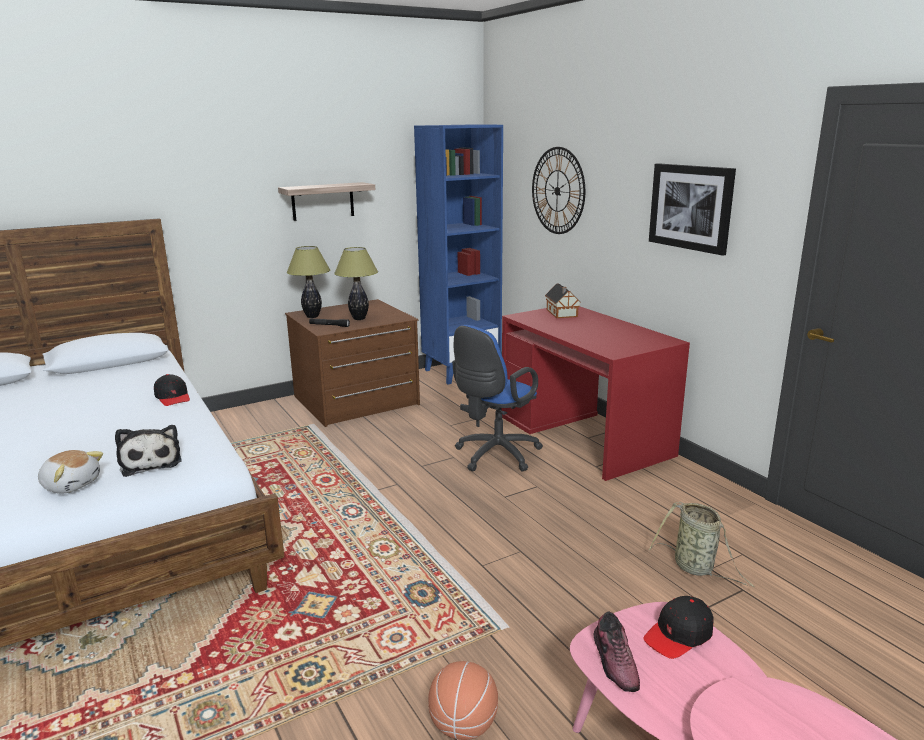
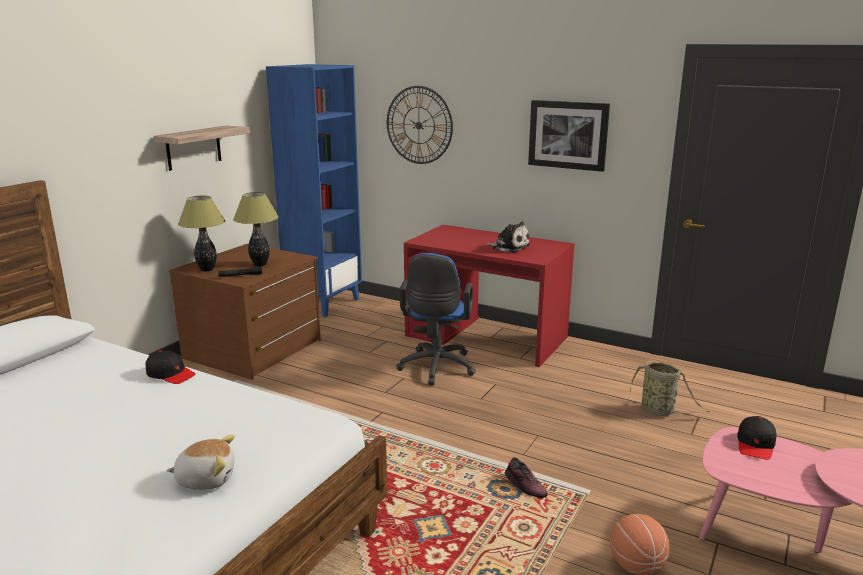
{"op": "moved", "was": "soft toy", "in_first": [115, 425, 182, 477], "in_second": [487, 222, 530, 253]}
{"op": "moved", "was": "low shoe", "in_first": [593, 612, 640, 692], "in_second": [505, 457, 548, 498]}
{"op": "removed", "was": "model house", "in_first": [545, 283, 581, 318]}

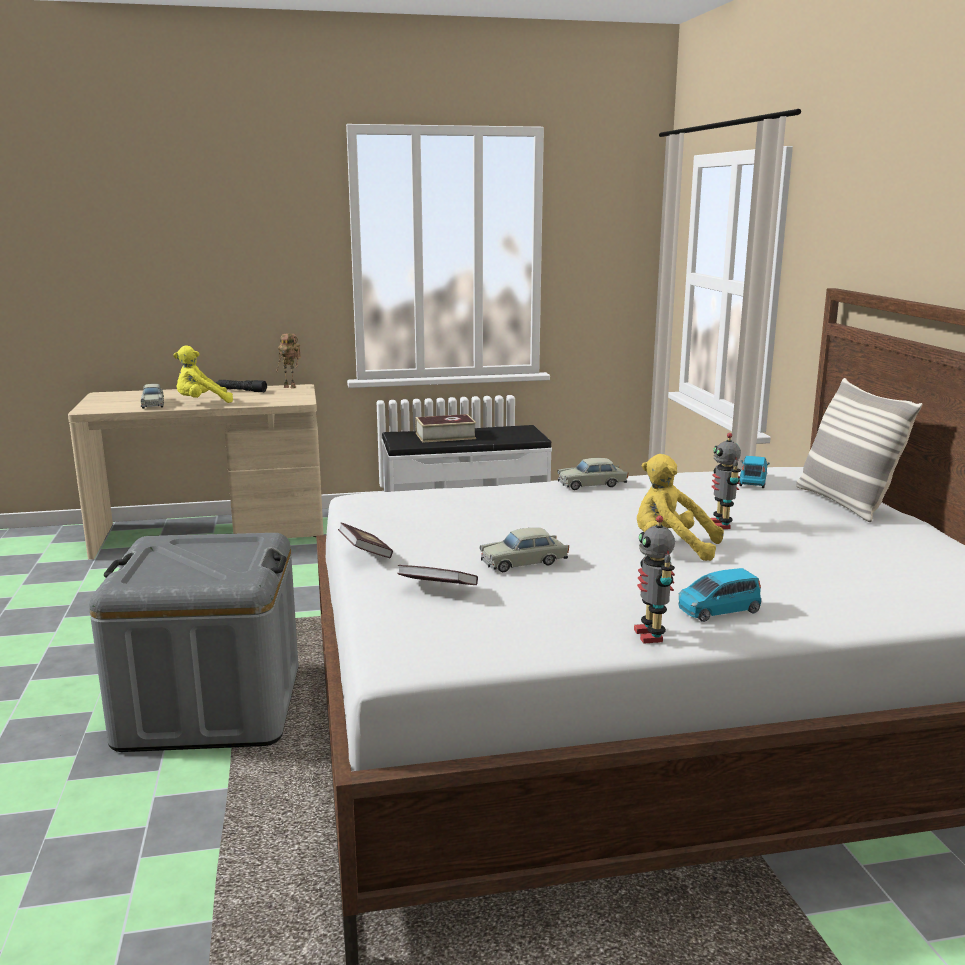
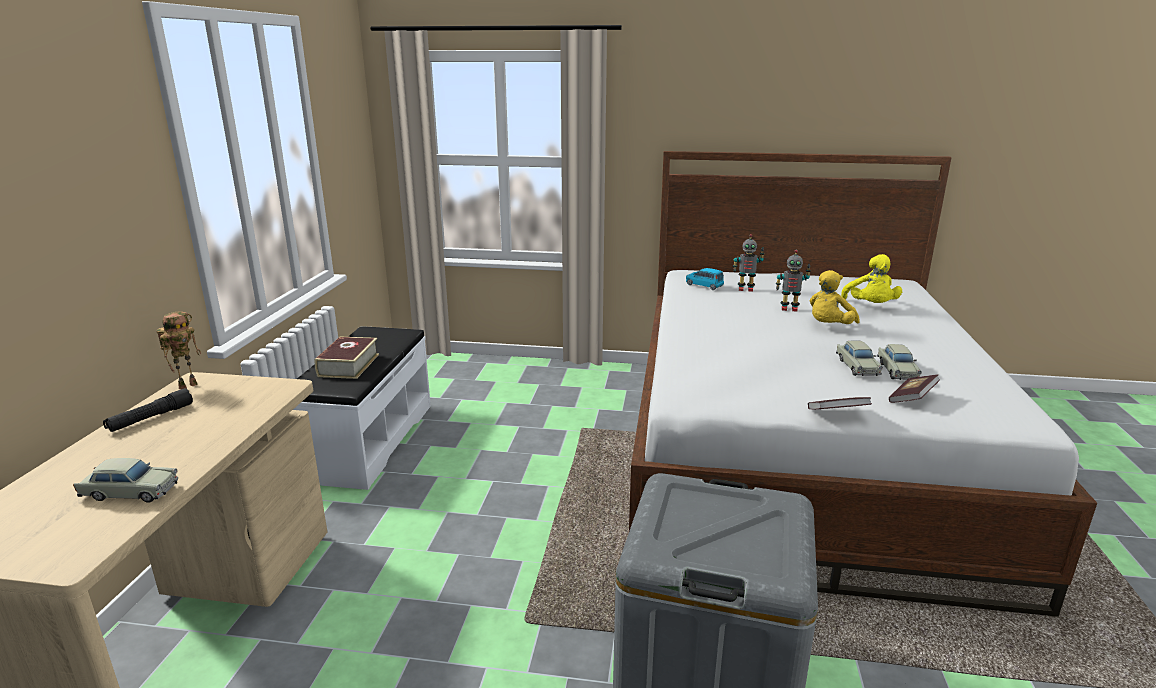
{"op": "moved", "was": "model robot", "in_first": [634, 515, 675, 644], "in_second": [733, 234, 765, 292]}
{"op": "moved", "was": "yellow soft toy", "in_first": [173, 345, 233, 403], "in_second": [841, 254, 902, 303]}
{"op": "moved", "was": "beige-coloured miniature car", "in_first": [557, 458, 628, 490], "in_second": [877, 344, 922, 380]}
{"op": "removed", "was": "bluish miniature car", "in_first": [679, 568, 762, 622]}
{"op": "removed", "was": "pillow", "in_first": [796, 378, 922, 522]}

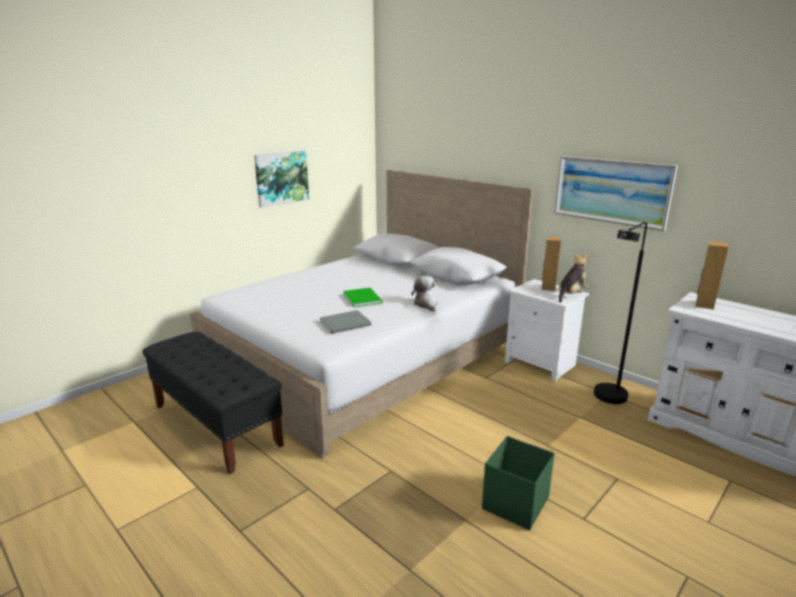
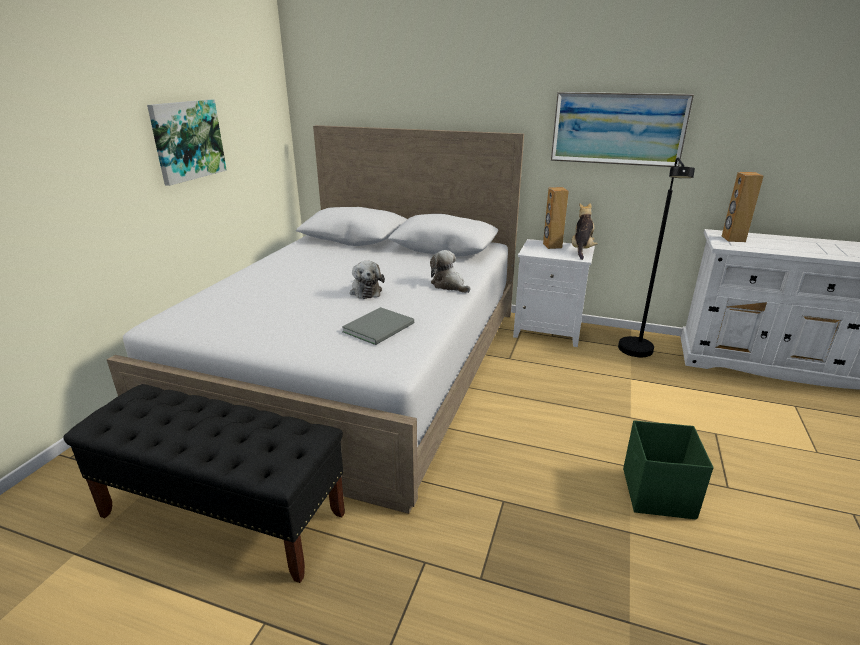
{"op": "replaced", "was": "green book", "now": "soft toy", "in_first": [343, 288, 383, 307], "in_second": [350, 261, 385, 299]}

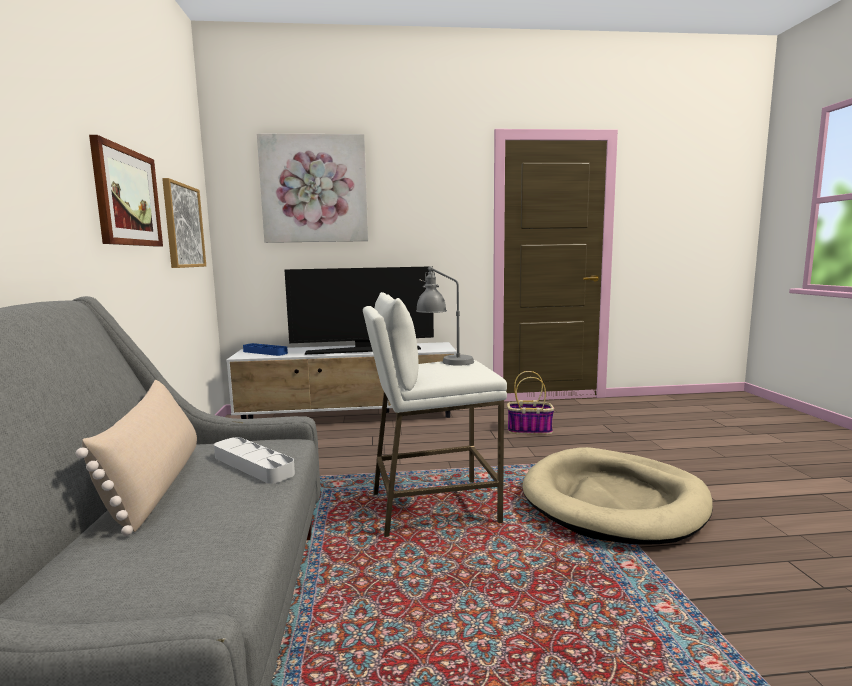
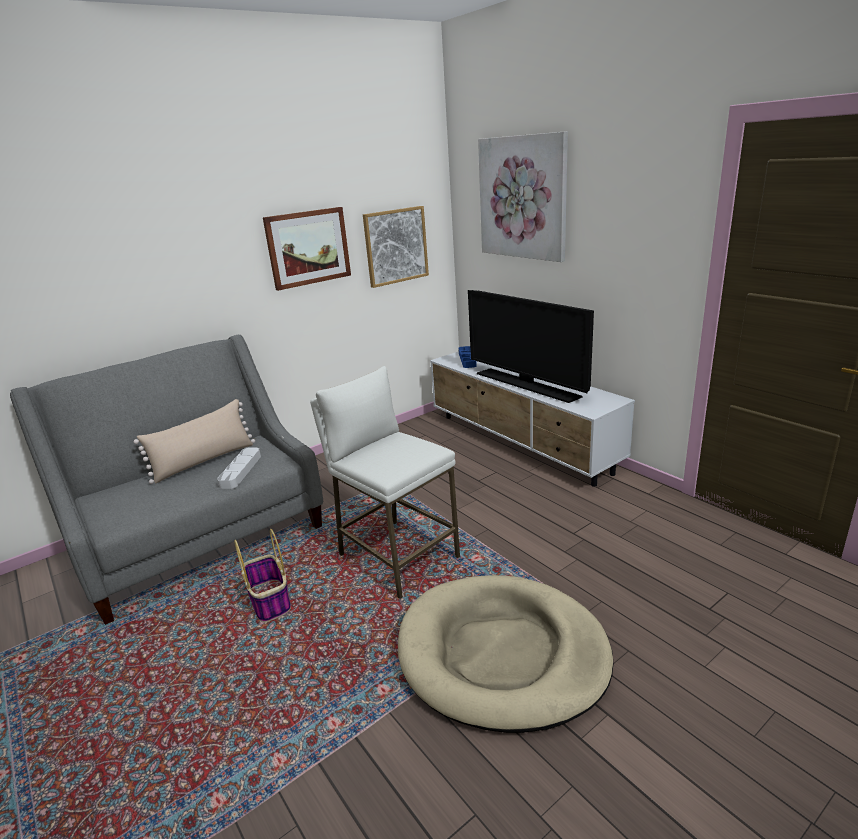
{"op": "moved", "was": "household basket", "in_first": [507, 371, 554, 435], "in_second": [234, 529, 291, 622]}
{"op": "removed", "was": "greyish table lamp", "in_first": [416, 266, 474, 365]}

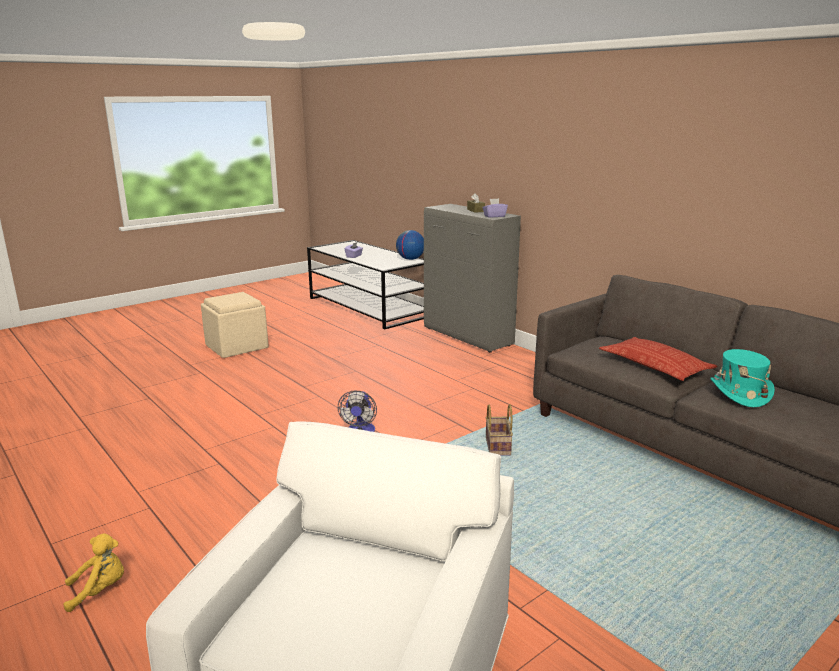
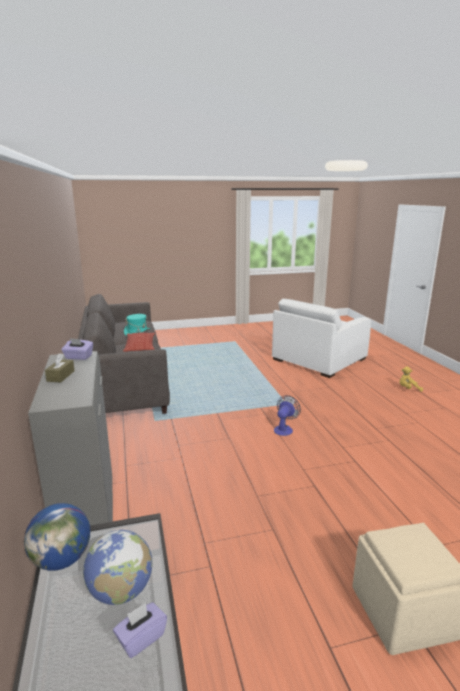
{"op": "added", "now": "globe", "in_second": [83, 530, 153, 605]}
{"op": "removed", "was": "household basket", "in_first": [486, 404, 513, 456]}

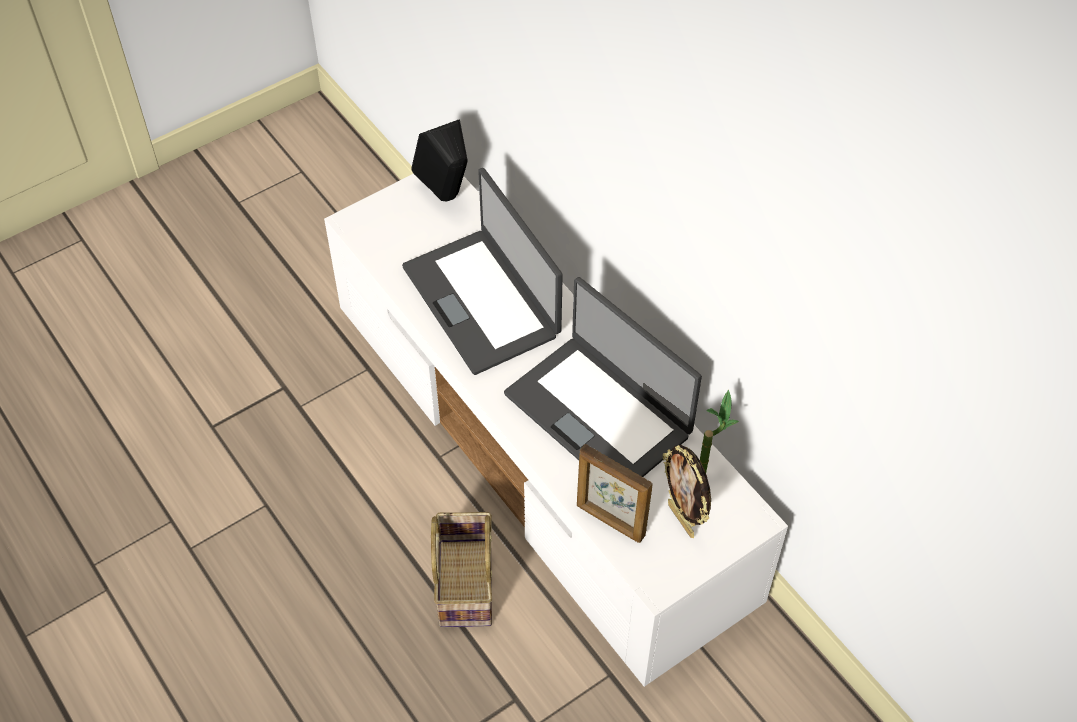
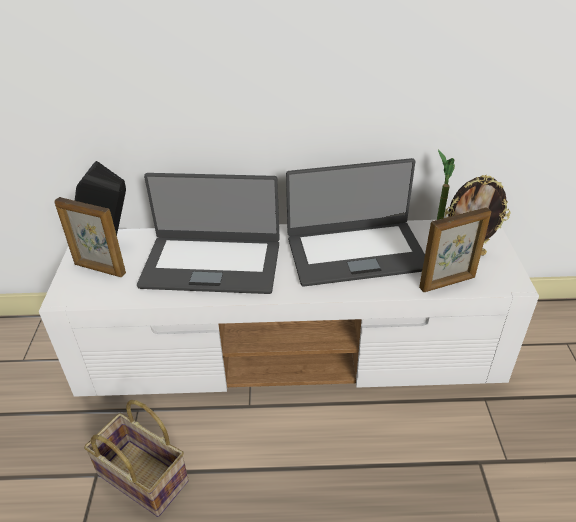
{"op": "added", "now": "standing frame", "in_second": [54, 197, 126, 277]}
{"op": "moved", "was": "household basket", "in_first": [431, 512, 492, 627], "in_second": [84, 400, 189, 517]}

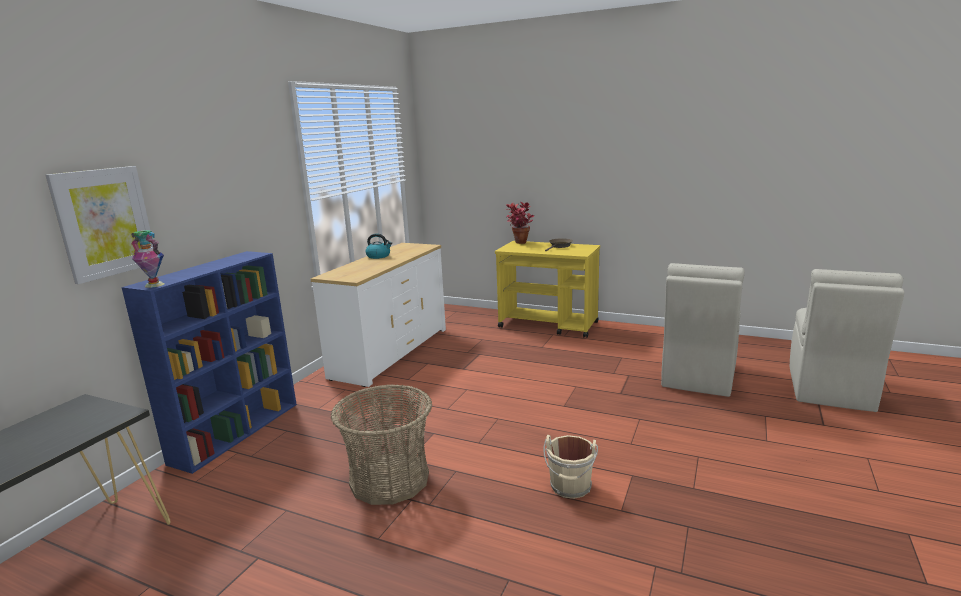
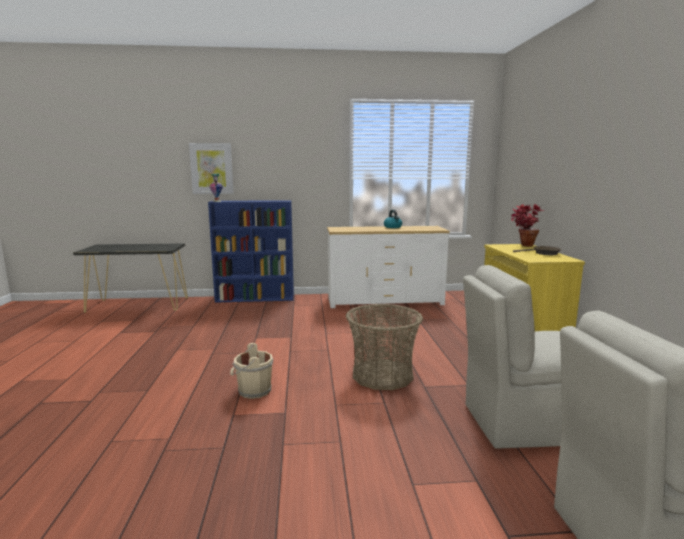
{"op": "moved", "was": "household basket", "in_first": [331, 384, 432, 505], "in_second": [346, 304, 423, 390]}

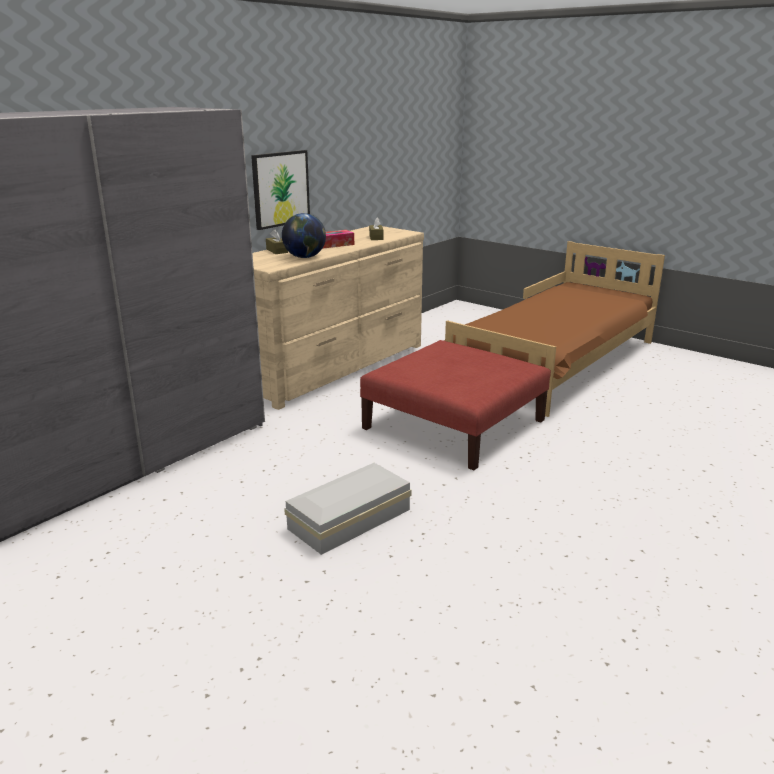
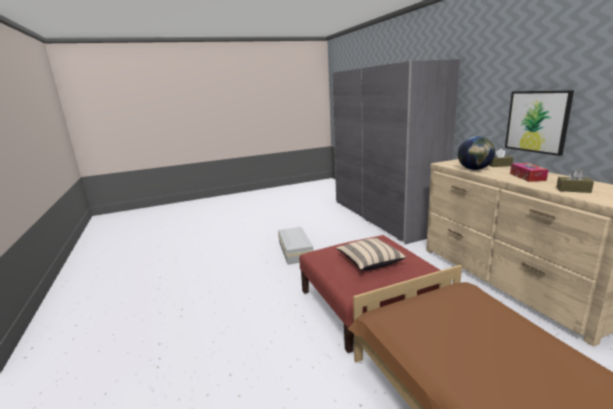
{"op": "added", "now": "beige-coloured pillow", "in_second": [336, 238, 406, 271]}

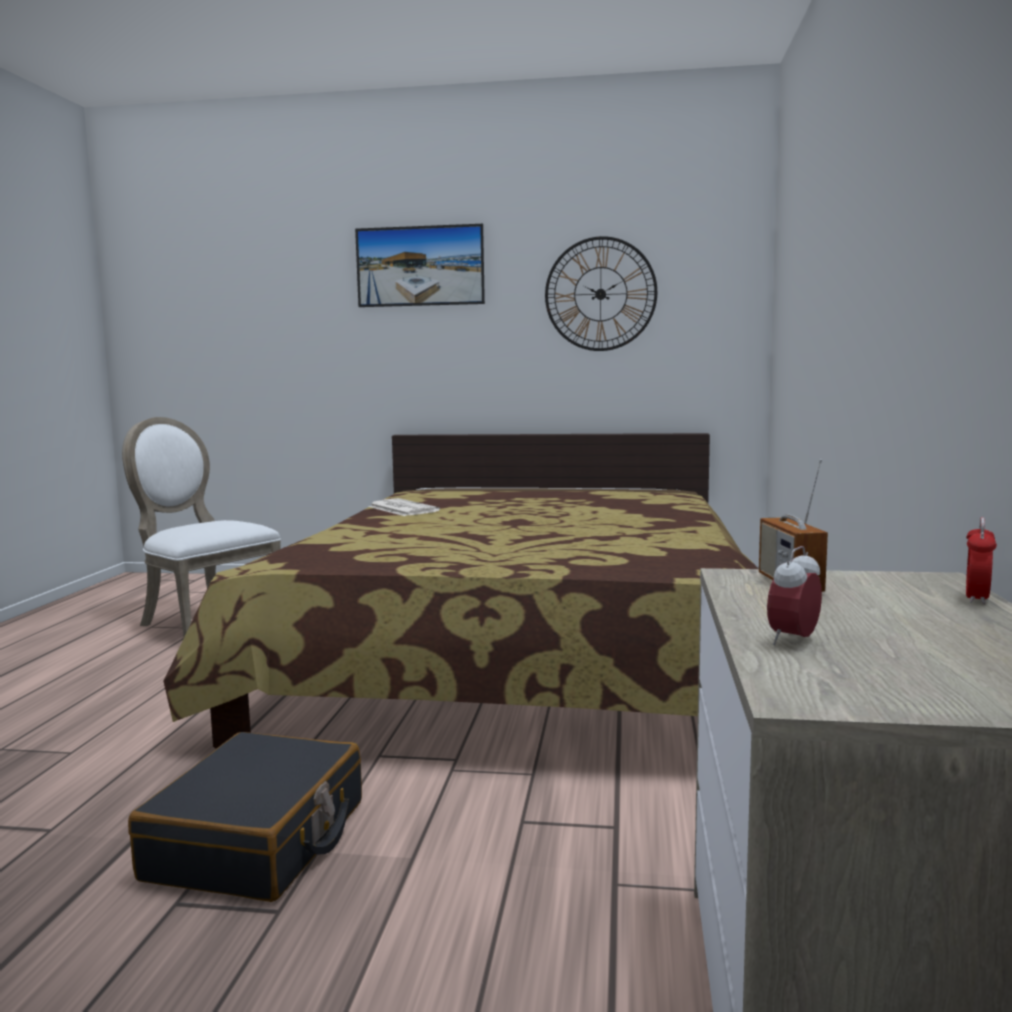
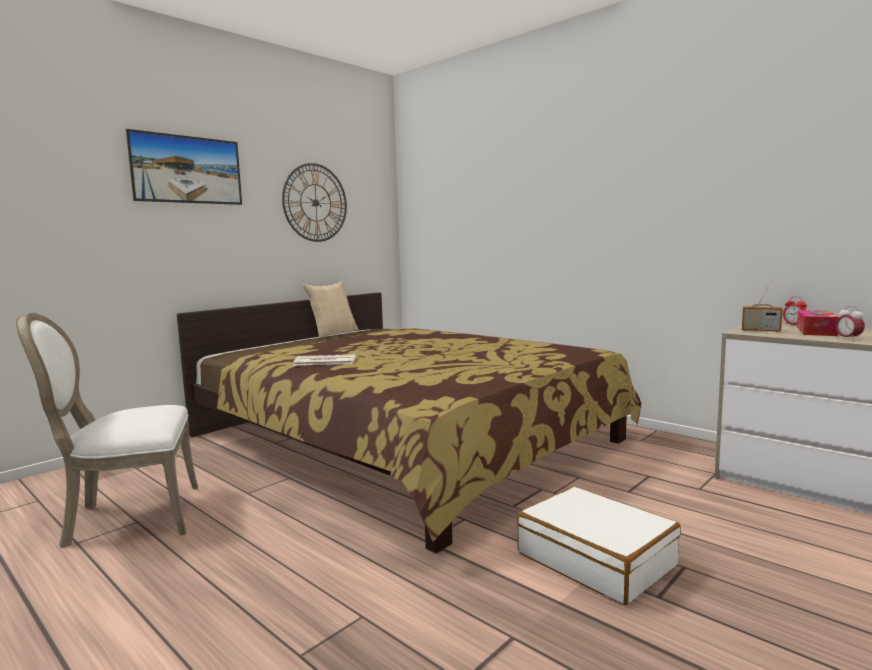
{"op": "added", "now": "beige-coloured pillow", "in_second": [303, 281, 358, 338]}
{"op": "recoloured", "was": "black-coloured suitcase", "now": "whitish suitcase", "in_first": [128, 732, 362, 902], "in_second": [517, 486, 681, 605]}
{"op": "added", "now": "tissue holder", "in_second": [797, 310, 839, 336]}

